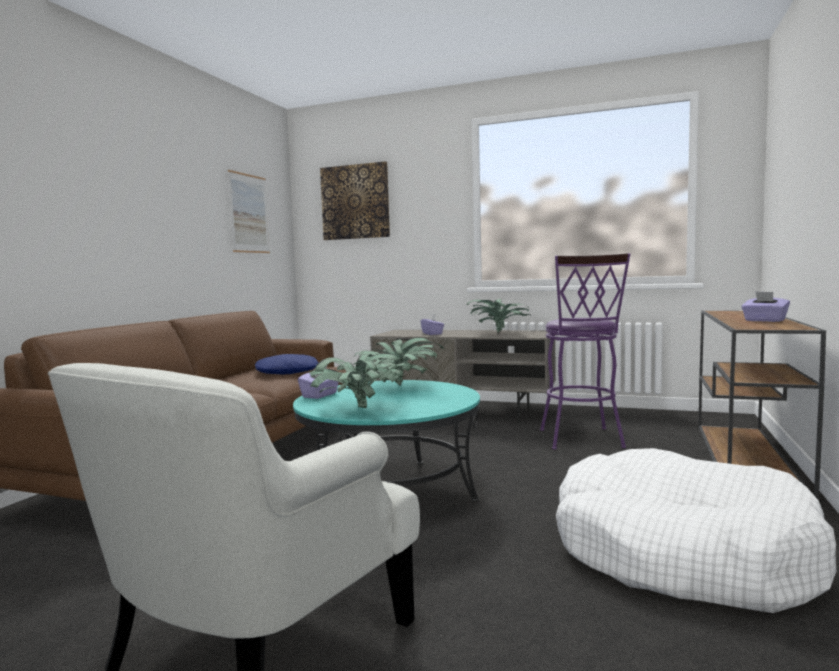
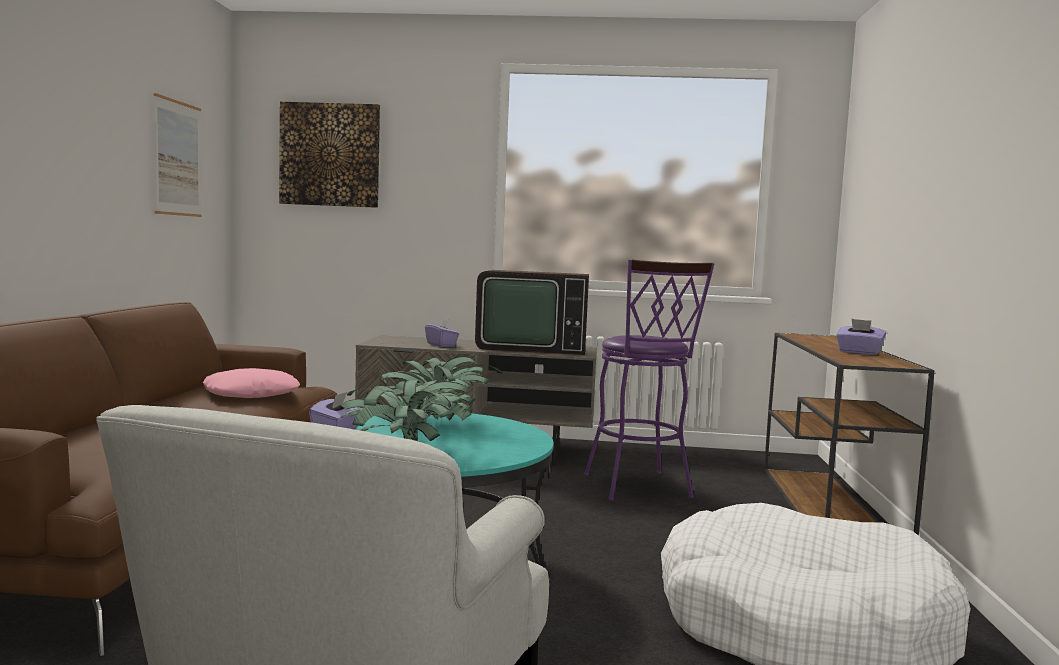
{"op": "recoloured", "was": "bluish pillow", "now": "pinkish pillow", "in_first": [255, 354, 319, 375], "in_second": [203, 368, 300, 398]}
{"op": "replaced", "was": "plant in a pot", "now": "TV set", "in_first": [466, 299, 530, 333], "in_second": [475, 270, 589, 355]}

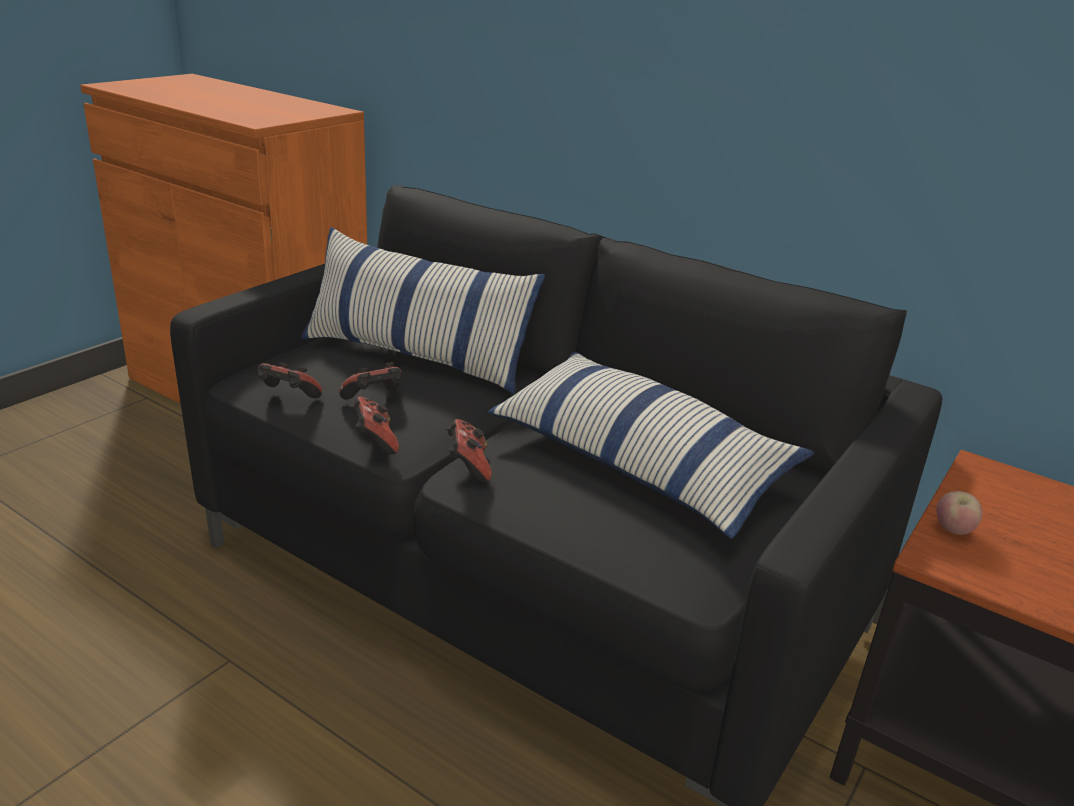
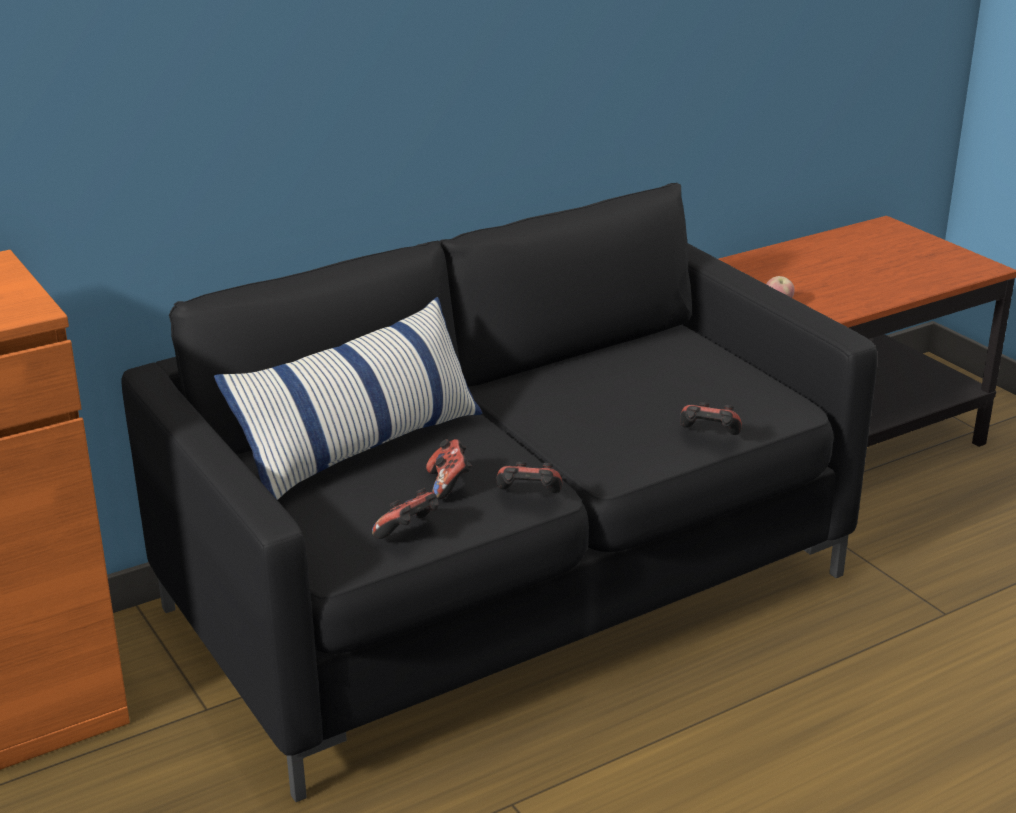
{"op": "moved", "was": "joypad", "in_first": [447, 419, 492, 482], "in_second": [680, 402, 742, 435]}
{"op": "removed", "was": "pillow", "in_first": [488, 351, 814, 539]}

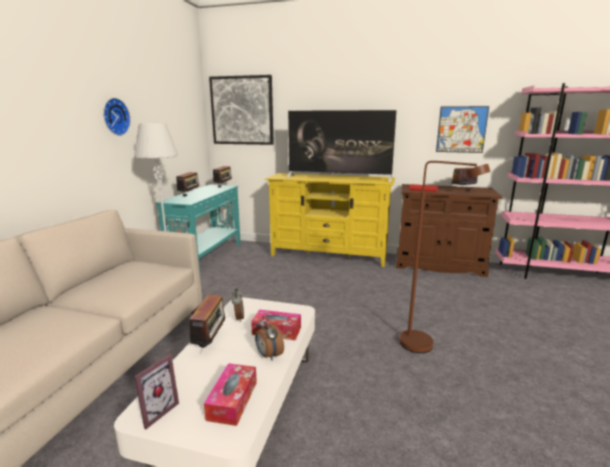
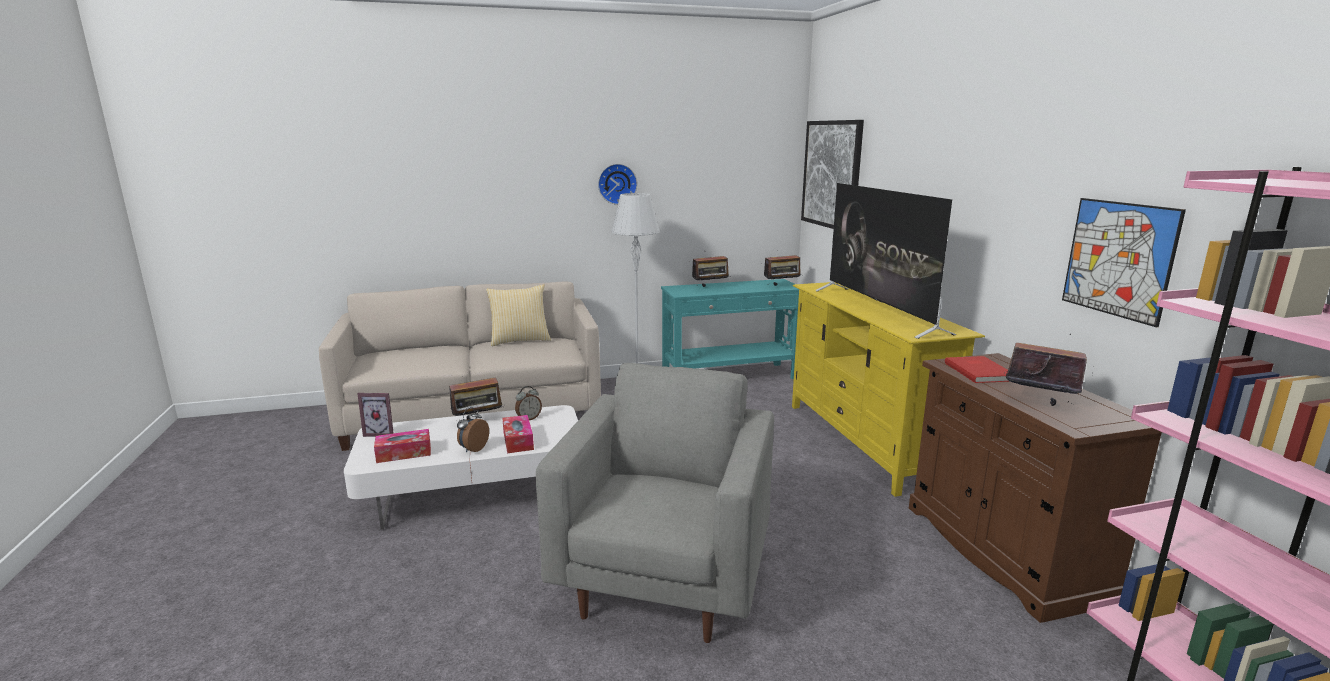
{"op": "added", "now": "pillow", "in_second": [486, 284, 551, 346]}
{"op": "replaced", "was": "brown-coloured floor lamp", "now": "greyish armchair", "in_first": [399, 161, 490, 353], "in_second": [536, 363, 774, 643]}

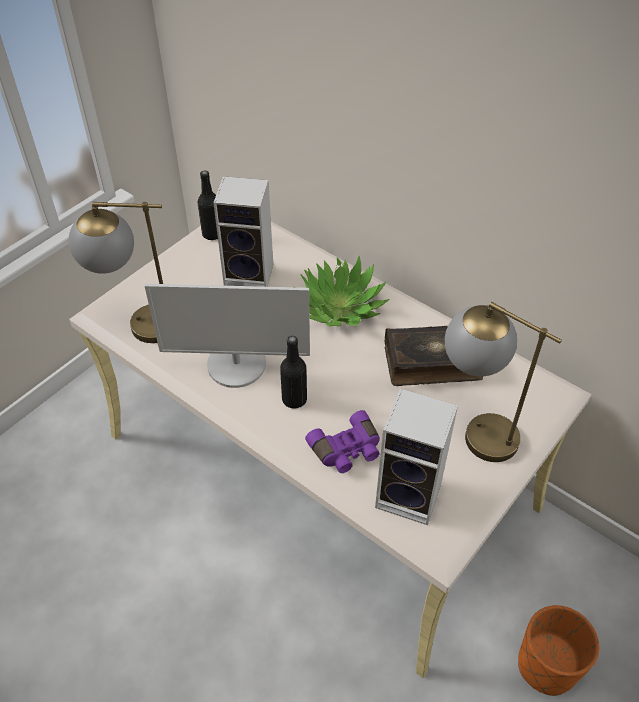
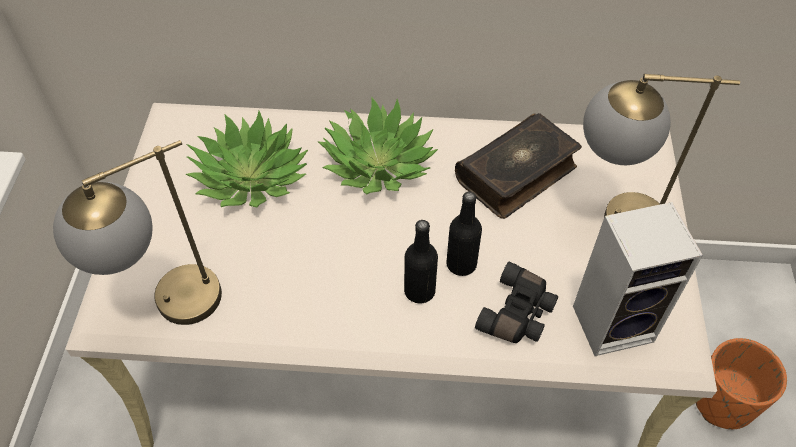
{"op": "replaced", "was": "audio speaker", "now": "plant in a pot", "in_first": [213, 176, 273, 287], "in_second": [186, 111, 308, 208]}
{"op": "moved", "was": "black-coloured bottle", "in_first": [198, 170, 218, 240], "in_second": [446, 192, 482, 276]}
{"op": "recoloured", "was": "purplish field glasses", "now": "black-coloured field glasses", "in_first": [305, 410, 380, 473], "in_second": [475, 262, 558, 343]}
{"op": "removed", "was": "monitor", "in_first": [145, 284, 310, 388]}

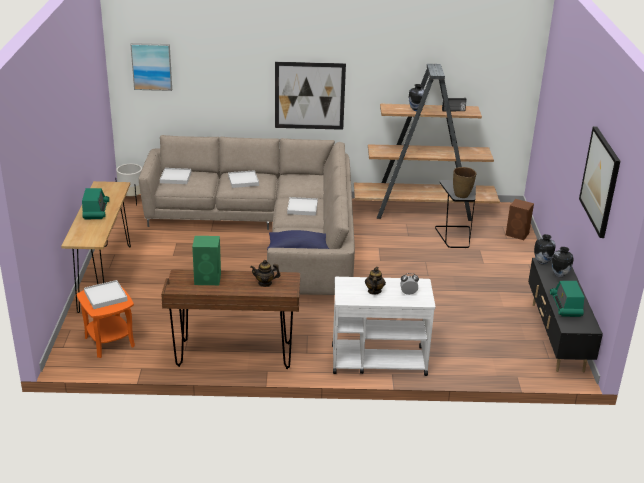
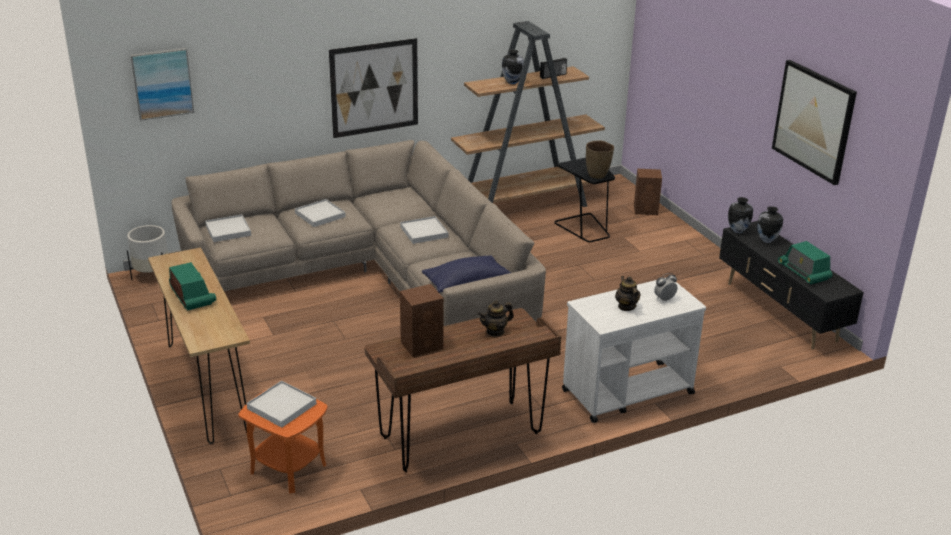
{"op": "recoloured", "was": "green audio speaker", "now": "brown-coloured audio speaker", "in_first": [192, 236, 221, 285], "in_second": [400, 284, 444, 357]}

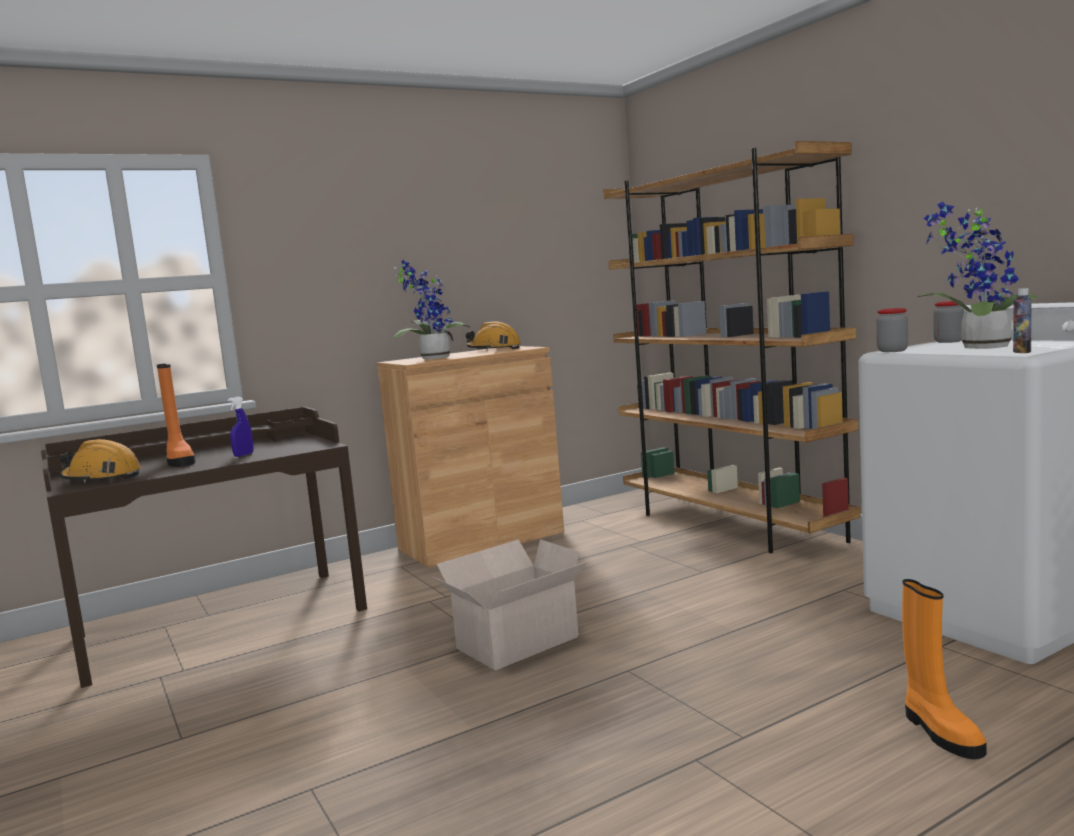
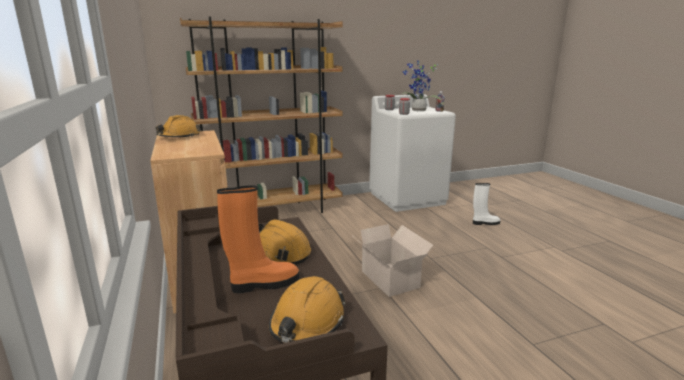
{"op": "replaced", "was": "bluish sprayer", "now": "orange-coloured safety helmet", "in_first": [228, 397, 253, 457], "in_second": [258, 219, 311, 265]}
{"op": "recoloured", "was": "orange-coloured tall boot", "now": "whitish tall boot", "in_first": [902, 579, 986, 760], "in_second": [473, 183, 501, 225]}
{"op": "removed", "was": "plant in a pot", "in_first": [393, 260, 470, 359]}

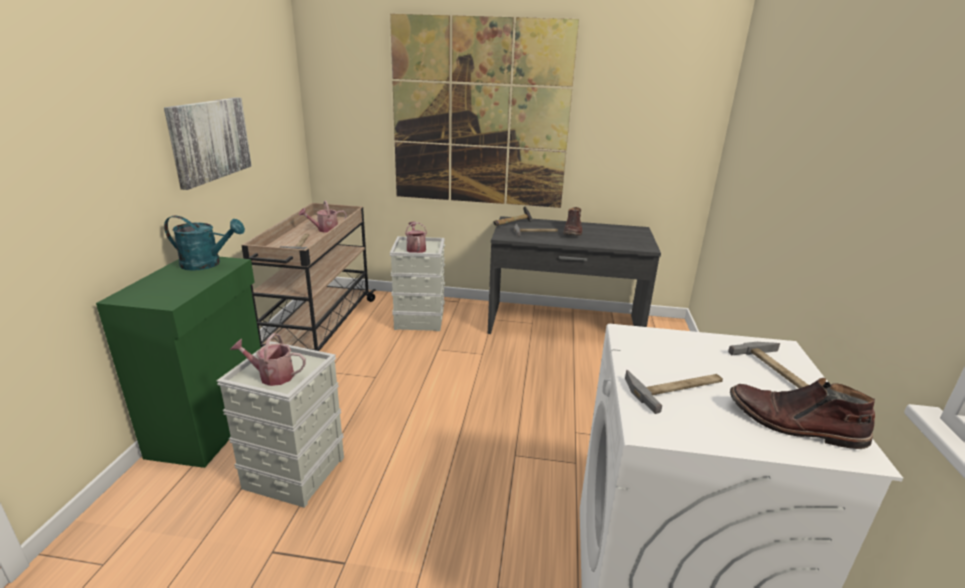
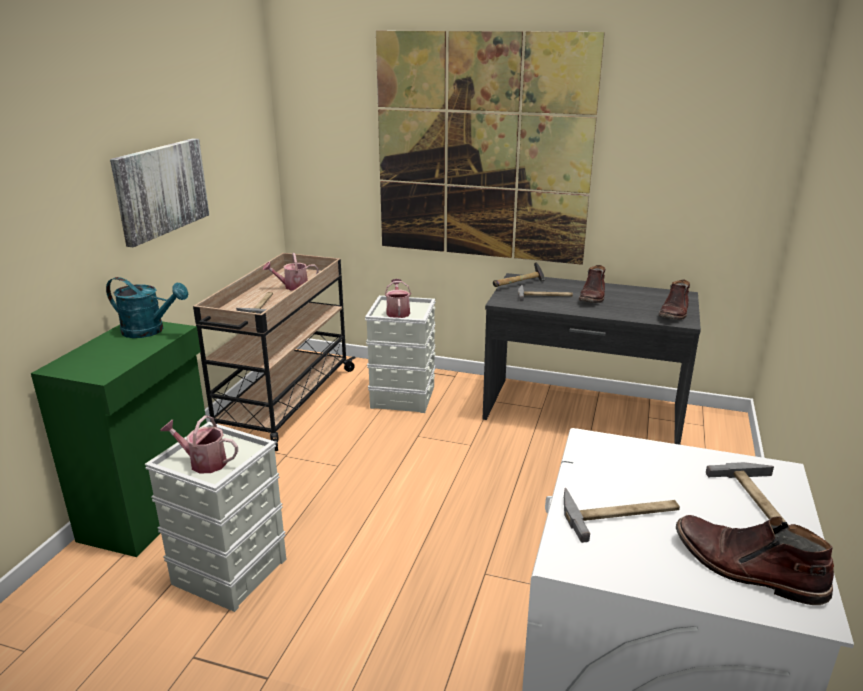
{"op": "added", "now": "brown-coloured tall boot", "in_second": [658, 279, 690, 320]}

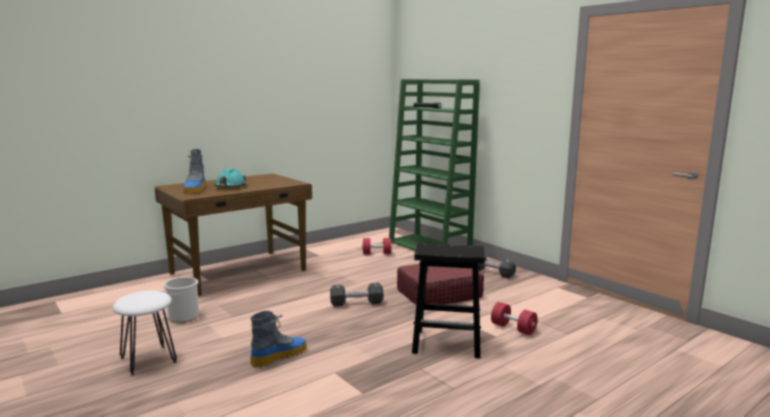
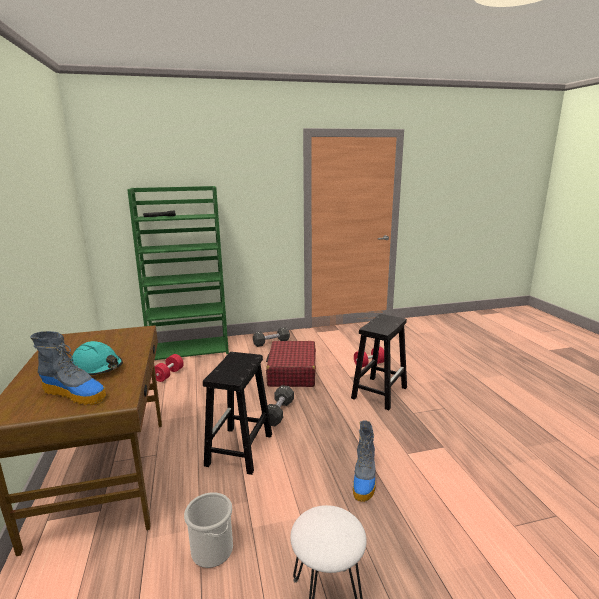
{"op": "added", "now": "black-coloured sitting stool", "in_second": [203, 352, 272, 475]}
{"op": "turned", "was": "tall boot", "in_first": [250, 311, 307, 368], "in_second": [353, 421, 376, 502], "clockwise": -150}

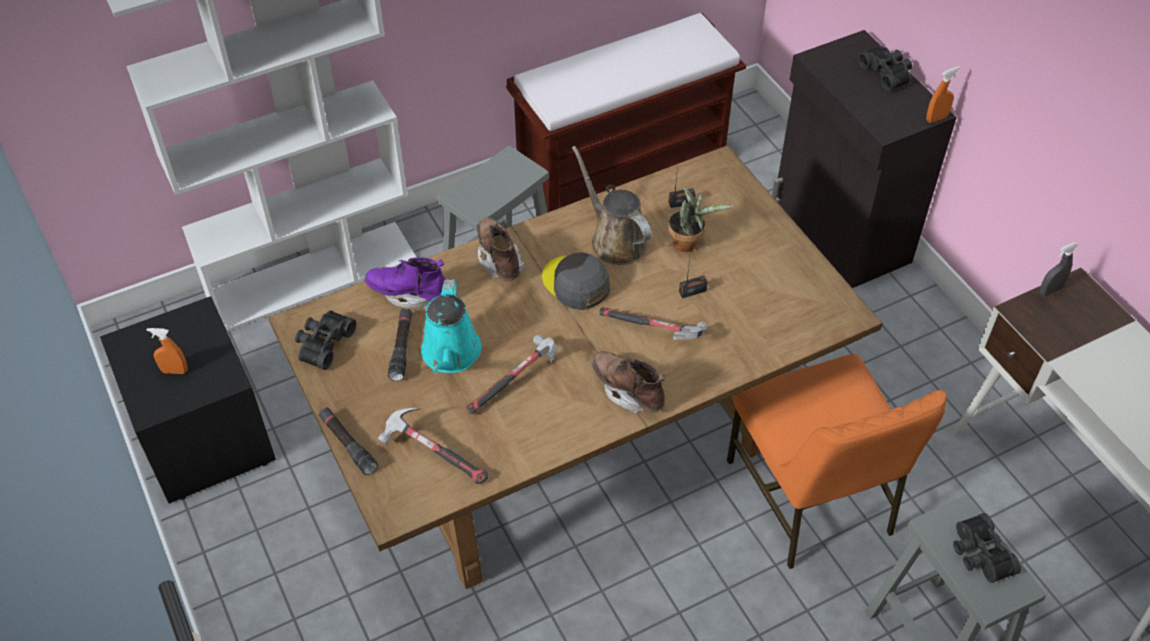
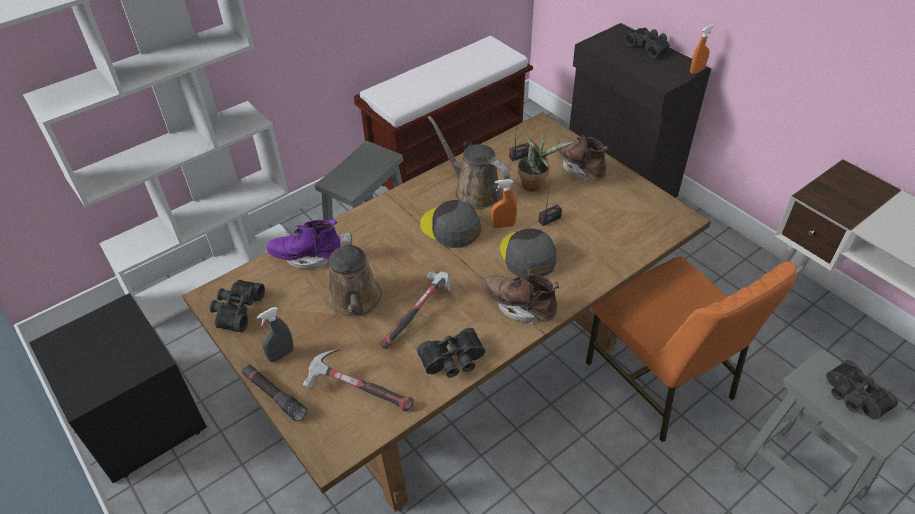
{"op": "moved", "was": "greyish sprayer", "in_first": [1040, 242, 1078, 296], "in_second": [257, 307, 294, 362]}
{"op": "recoloured", "was": "blue-green watering pot", "now": "brown-coloured watering pot", "in_first": [421, 279, 482, 373], "in_second": [328, 233, 382, 317]}
{"op": "added", "now": "black-coloured field glasses", "in_second": [417, 328, 485, 378]}
{"op": "moved", "was": "orange-coloured sprayer", "in_first": [147, 328, 188, 374], "in_second": [491, 179, 517, 228]}
{"op": "replaced", "was": "tool hammer", "now": "greyish baseball cap", "in_first": [599, 307, 708, 340], "in_second": [500, 228, 556, 277]}
{"op": "moved", "was": "brown-coloured tall boot", "in_first": [478, 217, 525, 281], "in_second": [557, 135, 608, 181]}
{"op": "removed", "was": "black-coloured hand torch", "in_first": [388, 308, 412, 381]}

